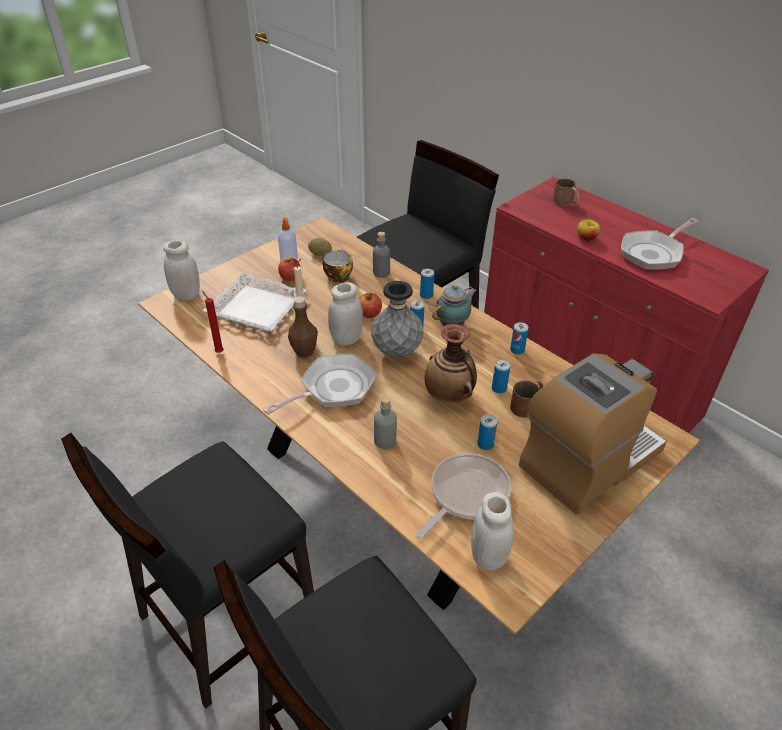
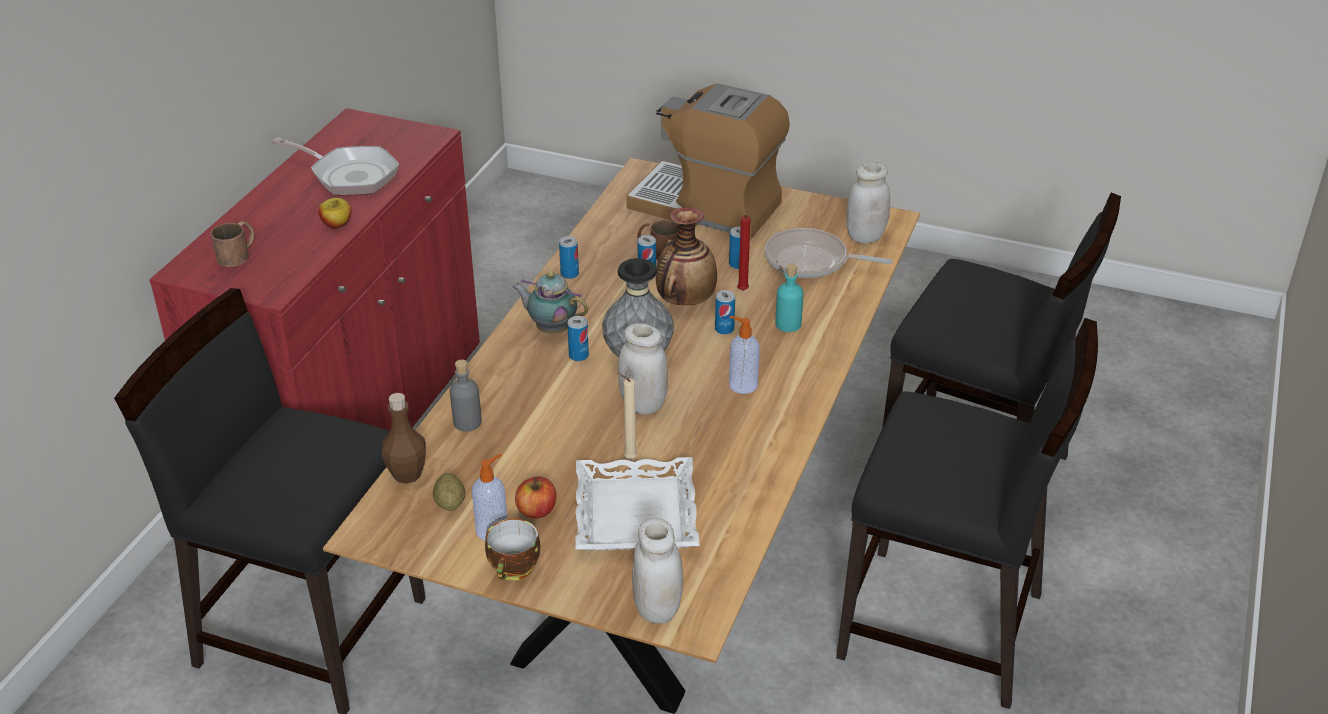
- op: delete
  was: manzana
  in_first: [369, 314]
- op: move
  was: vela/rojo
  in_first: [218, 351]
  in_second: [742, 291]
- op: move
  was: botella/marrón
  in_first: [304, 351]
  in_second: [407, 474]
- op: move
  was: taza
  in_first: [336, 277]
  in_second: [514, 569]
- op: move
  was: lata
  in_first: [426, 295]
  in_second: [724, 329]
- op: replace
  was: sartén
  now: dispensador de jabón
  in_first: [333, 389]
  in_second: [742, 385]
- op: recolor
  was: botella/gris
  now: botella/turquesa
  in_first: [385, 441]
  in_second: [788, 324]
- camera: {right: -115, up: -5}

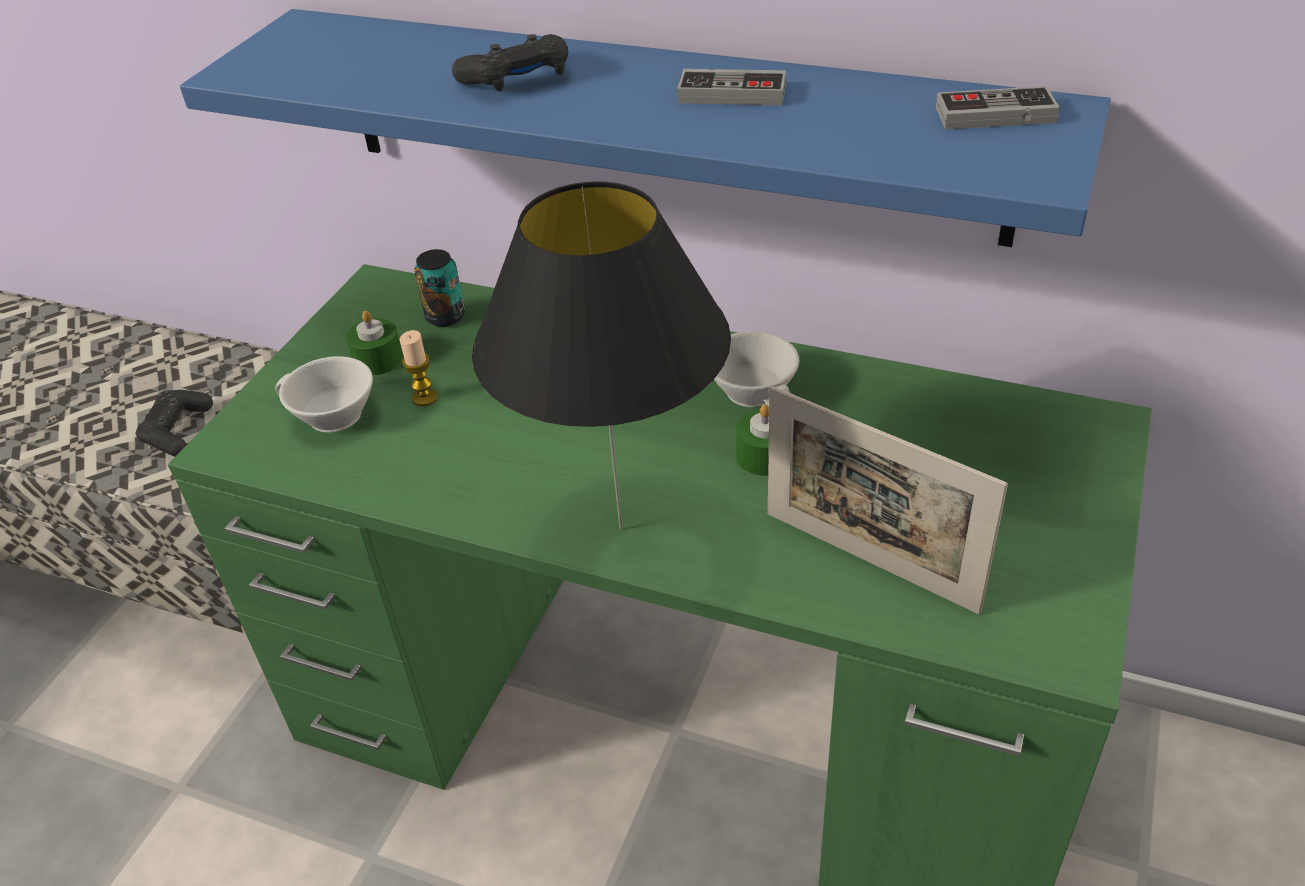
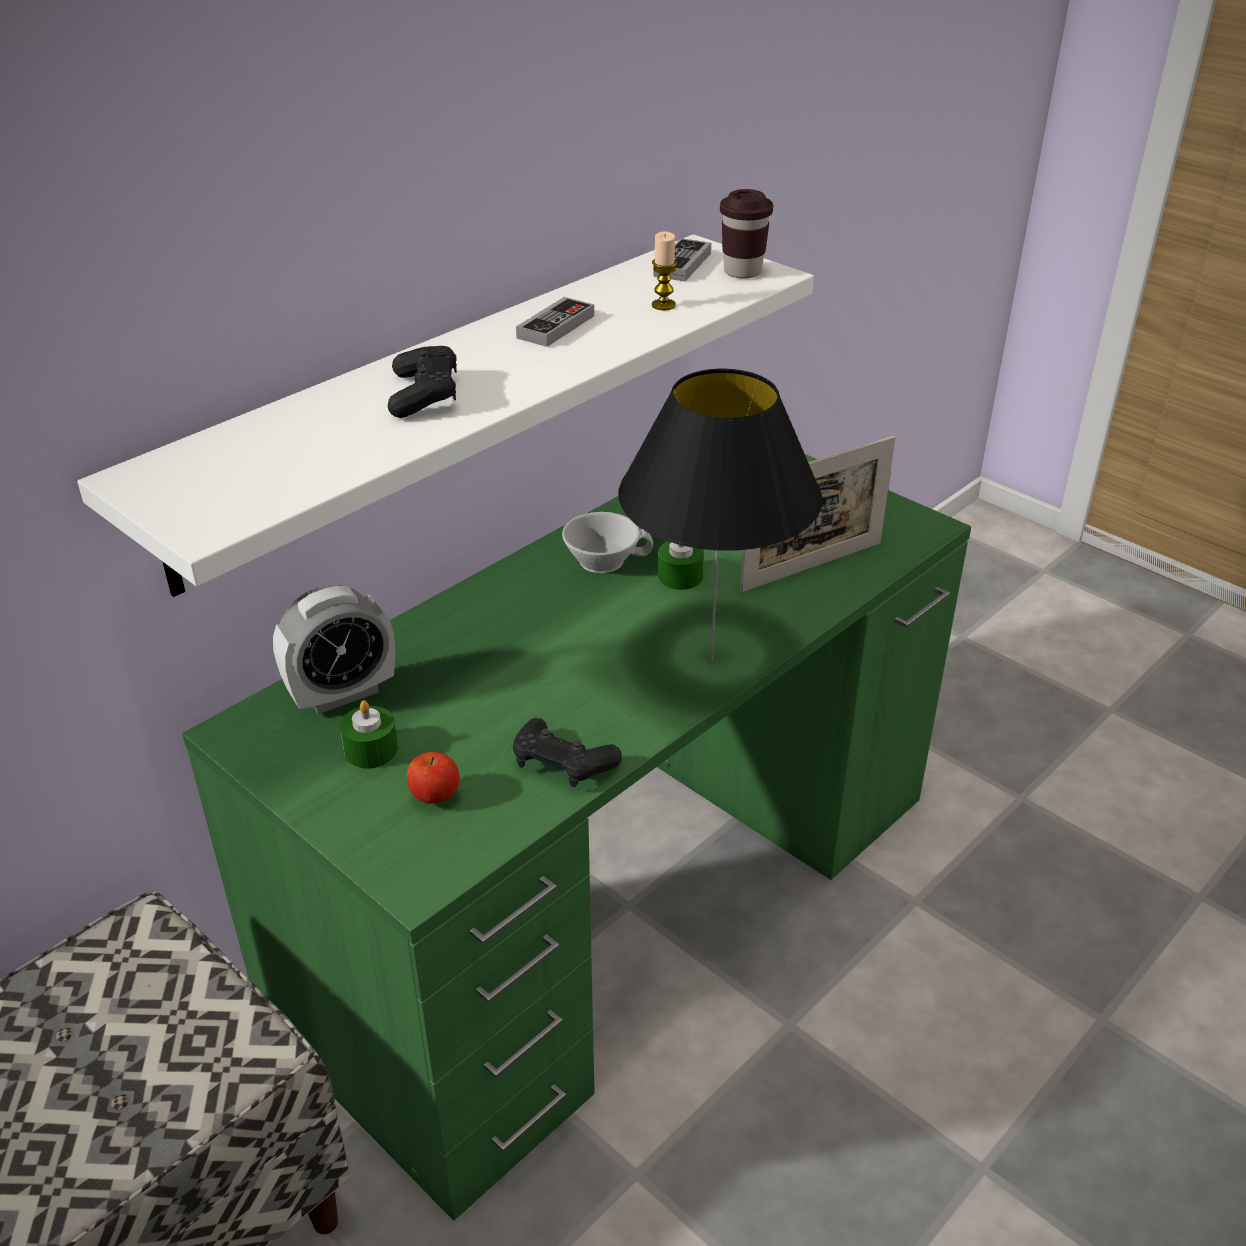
- op: insert
  now: taza/marrón
  in_second: [742, 272]
- op: move
  was: mando de consola/negro
  in_first: [177, 431]
  in_second: [562, 764]
- op: move
  was: vela
  in_first: [424, 398]
  in_second: [663, 305]
- op: replace
  was: taza/blanco
  now: manzana
  in_first: [330, 416]
  in_second: [435, 796]
- op: replace
  was: lata
  now: despertador
  in_first: [445, 316]
  in_second: [342, 694]
- op: recolor
  was: estante/azul
  now: estante/blanco
  in_first: [659, 123]
  in_second: [442, 401]
- camera: {right: -70, up: -5}

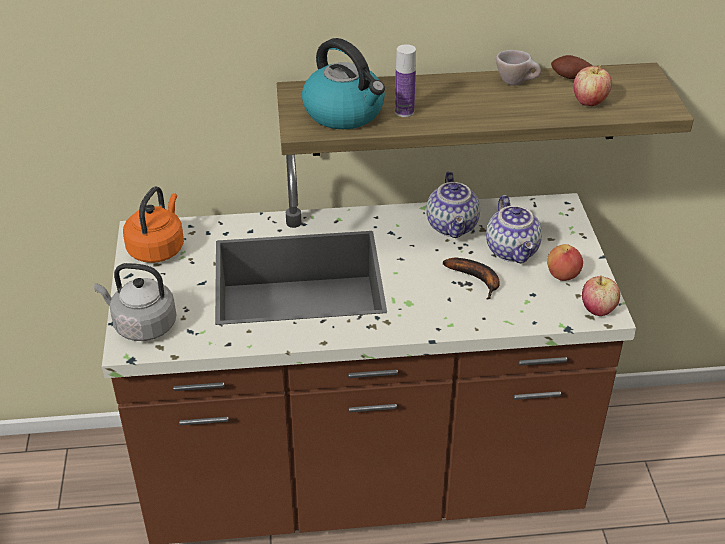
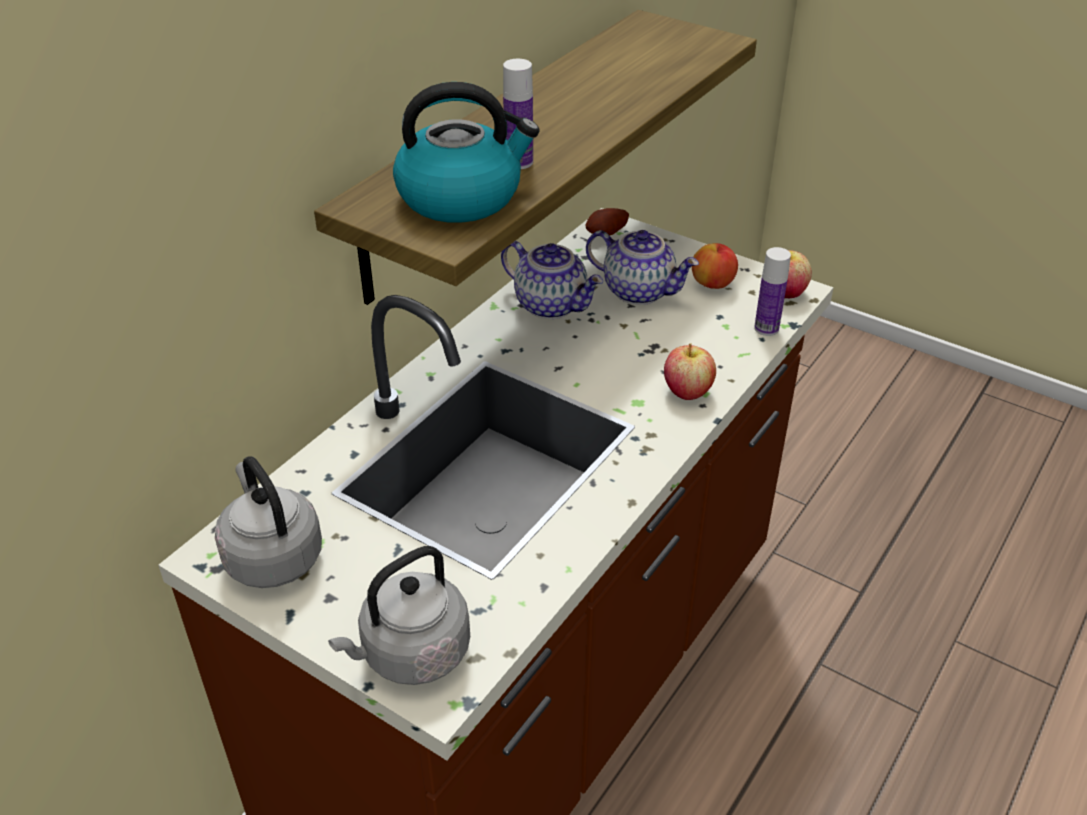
- op: delete
  was: plátano
  in_first: [477, 279]
- op: delete
  was: taza/beis
  in_first: [517, 83]
- op: insert
  now: botella
  in_second: [766, 328]
- op: move
  was: patata
  in_first: [570, 78]
  in_second: [607, 234]
- op: move
  was: manzana
  in_first: [589, 102]
  in_second: [687, 391]
- op: recolor
  was: hervidor/naranja
  now: hervidor/gris
  in_first: [158, 248]
  in_second: [272, 556]
- camera: {right: -50, up: 0}

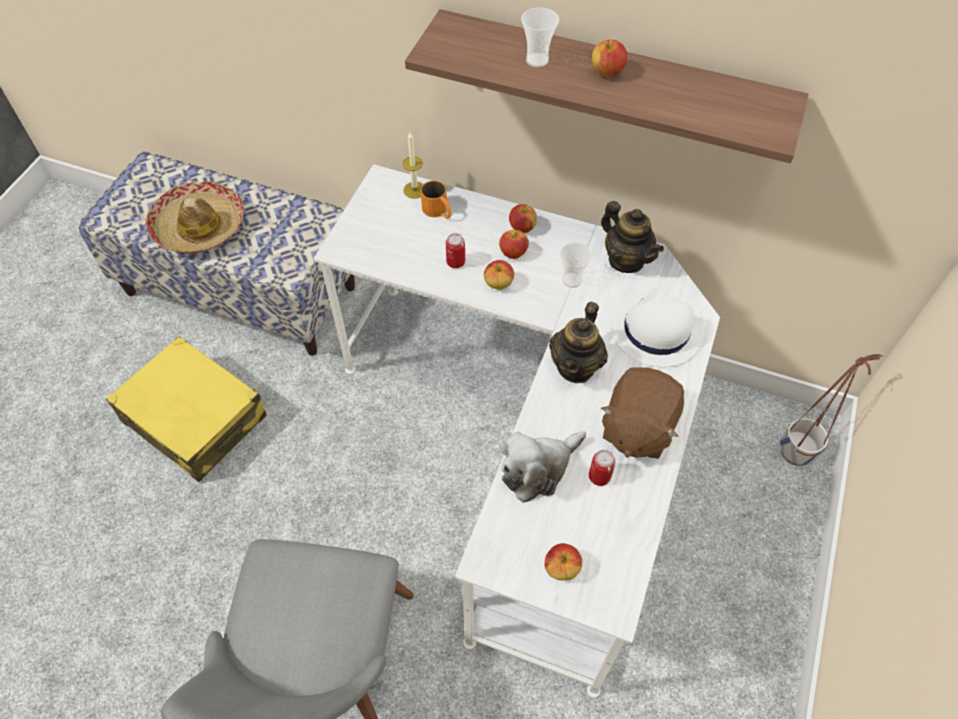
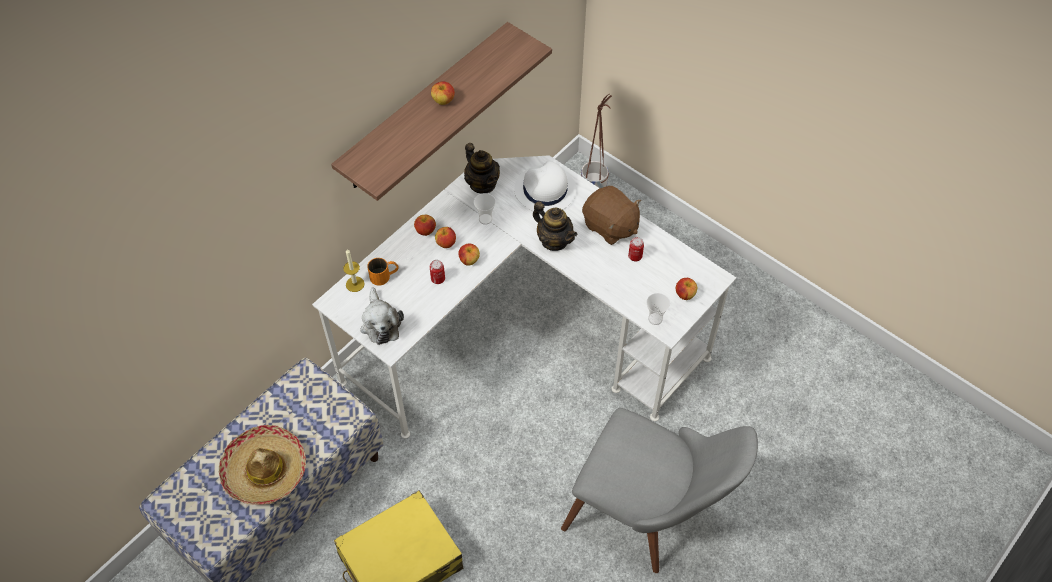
- op: move
  was: peluche
  in_first: [538, 469]
  in_second: [380, 323]
- op: move
  was: taza
  in_first: [537, 60]
  in_second: [655, 319]
- op: rotate
  was: tetera
  in_first: [626, 260]
  in_second: [482, 184]
  clockwise: 75
- camera: {right: -70, up: 0}

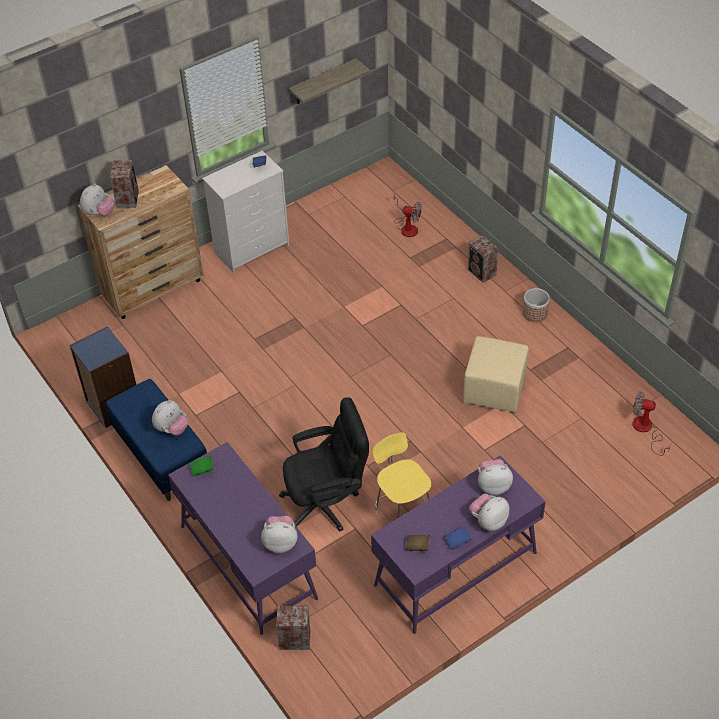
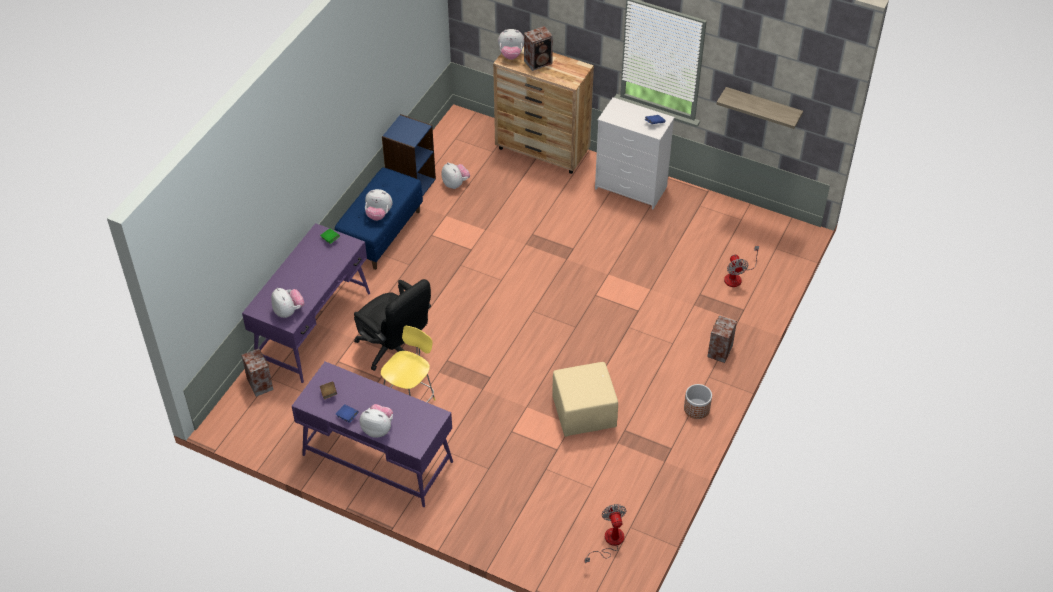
- op: move
  was: peluche
  in_first: [493, 485]
  in_second: [455, 184]
- camera: {right: 60, up: 0}

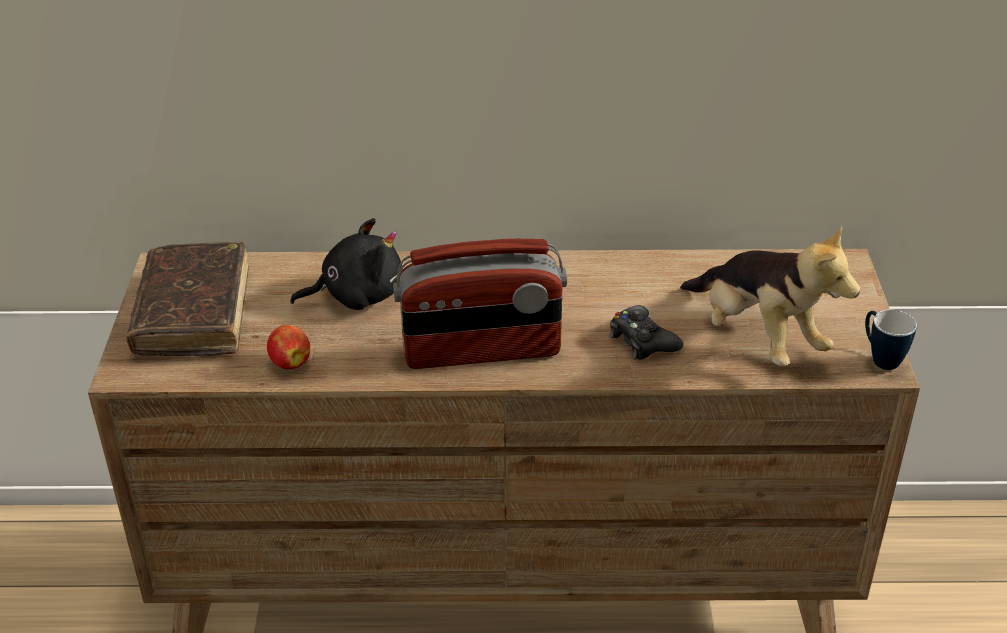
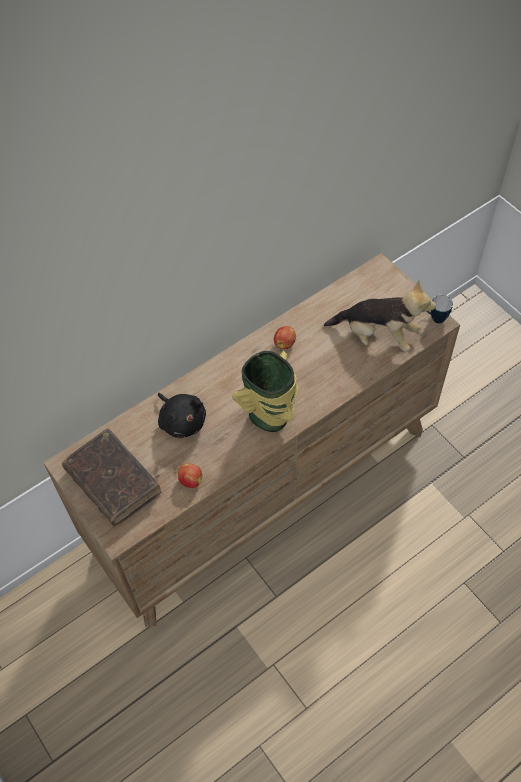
- op: delete
  was: mando de consola/negro
  in_first: [642, 341]
- op: insert
  now: manzana
  in_second: [285, 343]
- op: replace
  was: radio
  now: florero
  in_first: [481, 351]
  in_second: [270, 418]
- op: rotate
  was: peluche/negro
  in_first: [357, 295]
  in_second: [182, 421]
  clockwise: 105
- camera: {right: -35, up: 20}

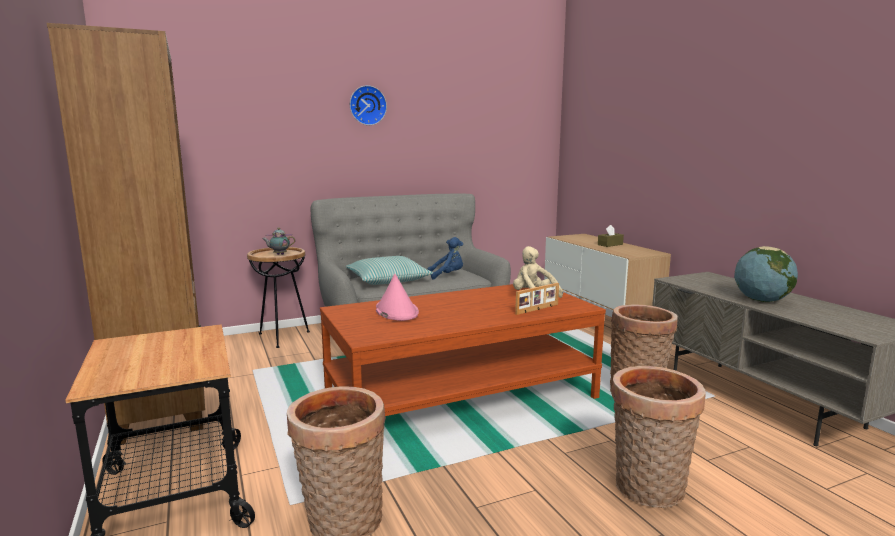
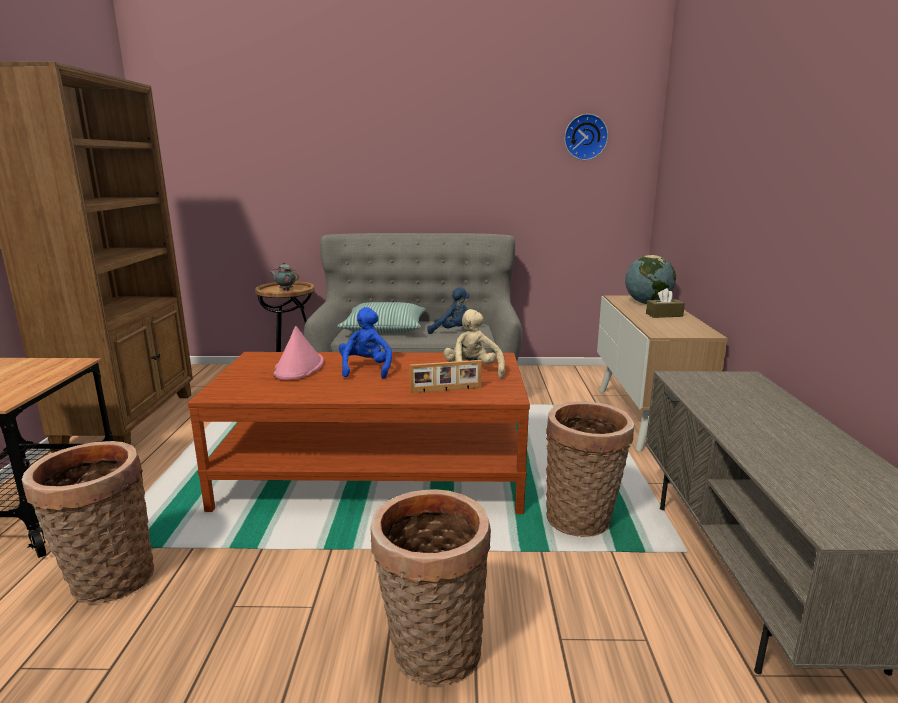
- op: insert
  now: peluche/azul
  in_second: [366, 369]
- op: move
  was: reloj de pared
  in_first: [367, 105]
  in_second: [585, 137]
- op: move
  was: globo terráqueo
  in_first: [761, 300]
  in_second: [647, 303]
- camera: {right: 25, up: 5}

